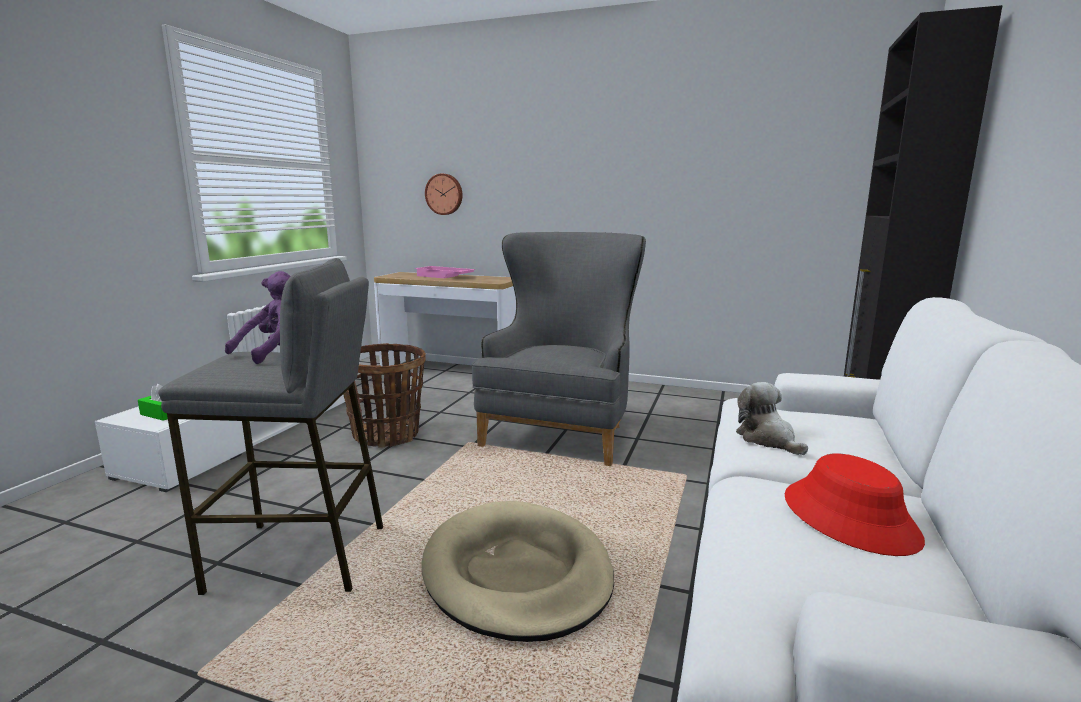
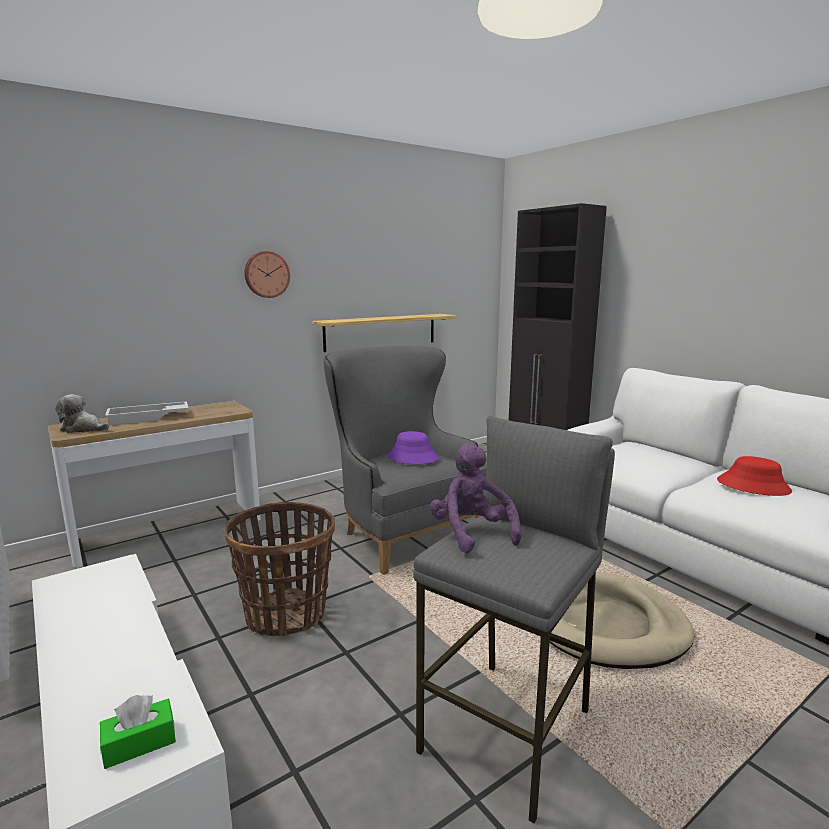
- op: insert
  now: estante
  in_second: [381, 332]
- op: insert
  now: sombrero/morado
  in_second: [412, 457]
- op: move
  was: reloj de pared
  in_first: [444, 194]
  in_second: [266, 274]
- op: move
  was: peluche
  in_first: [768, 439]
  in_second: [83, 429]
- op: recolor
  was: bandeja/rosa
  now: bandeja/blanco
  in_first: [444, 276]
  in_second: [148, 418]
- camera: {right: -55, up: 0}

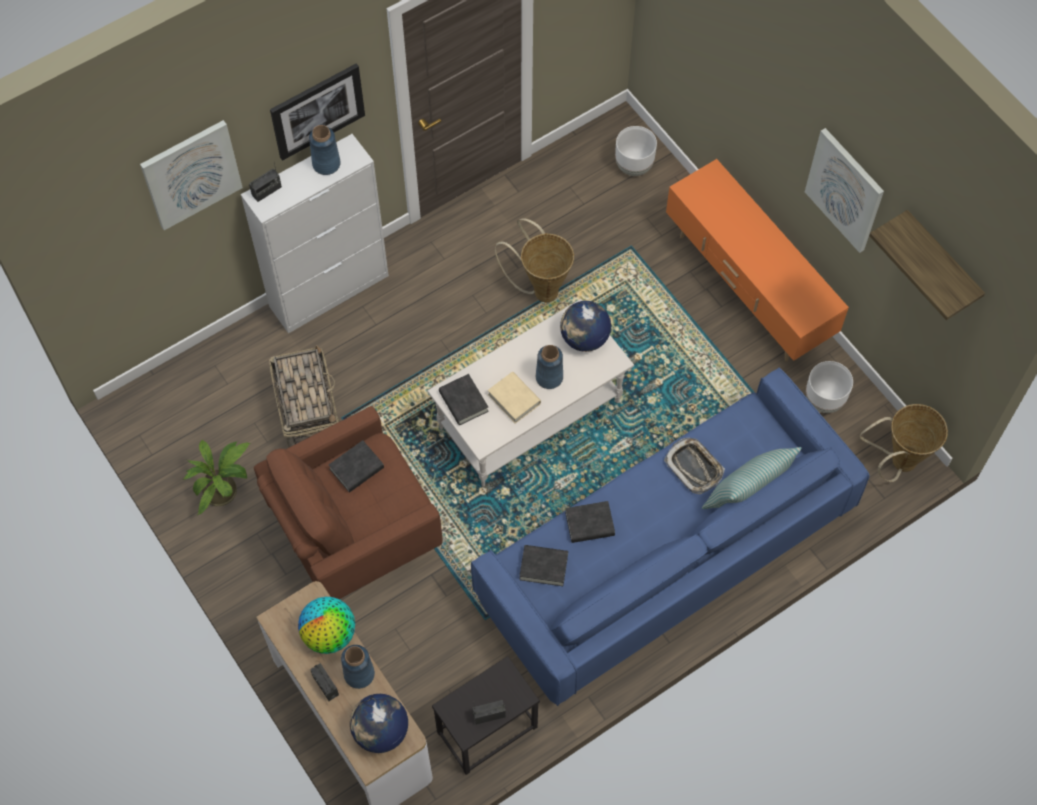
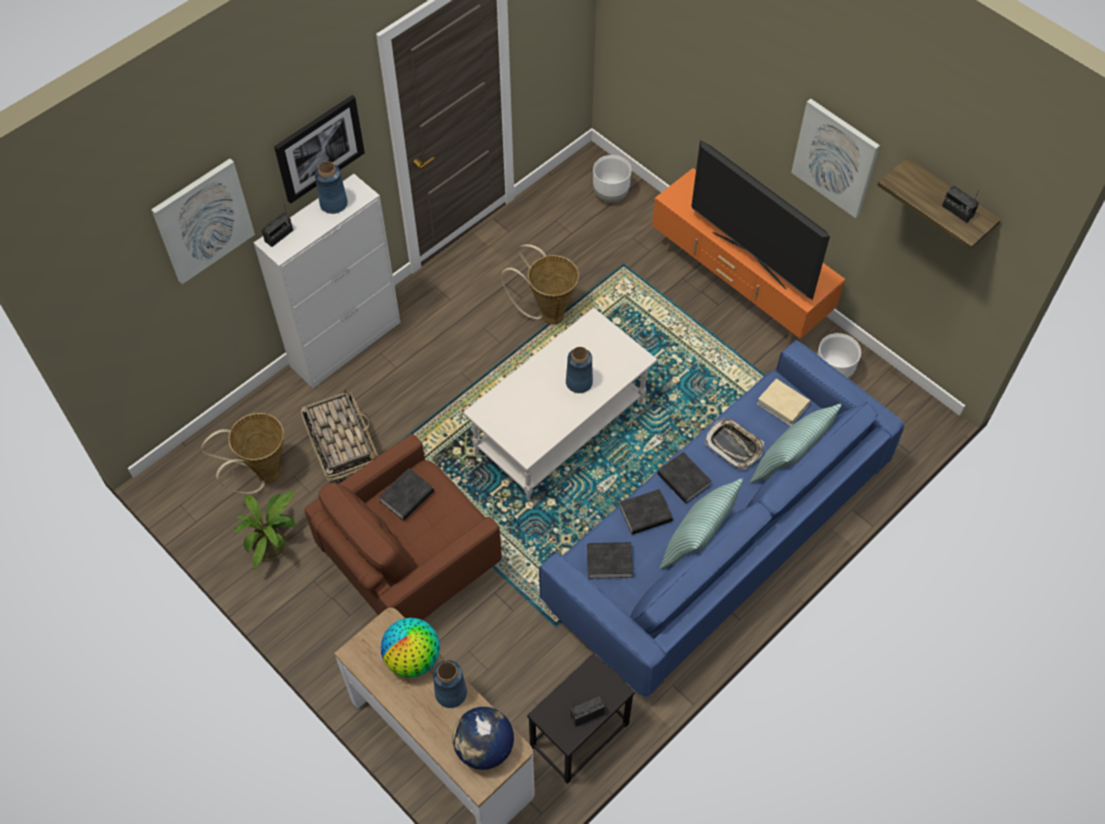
- op: delete
  was: globo terráqueo
  in_first: [584, 338]
- op: insert
  now: cojín
  in_second: [696, 543]
- op: insert
  now: televisor
  in_second: [749, 259]
- op: move
  was: radio
  in_first: [325, 685]
  in_second: [957, 211]
- op: move
  was: libro/negro
  in_first: [463, 402]
  in_second: [683, 480]
- op: move
  was: libro/beis
  in_first: [514, 399]
  in_second: [783, 404]
- op: move
  was: cesta
  in_first: [897, 463]
  in_second: [263, 476]
- camera: {right: -10, up: -5}

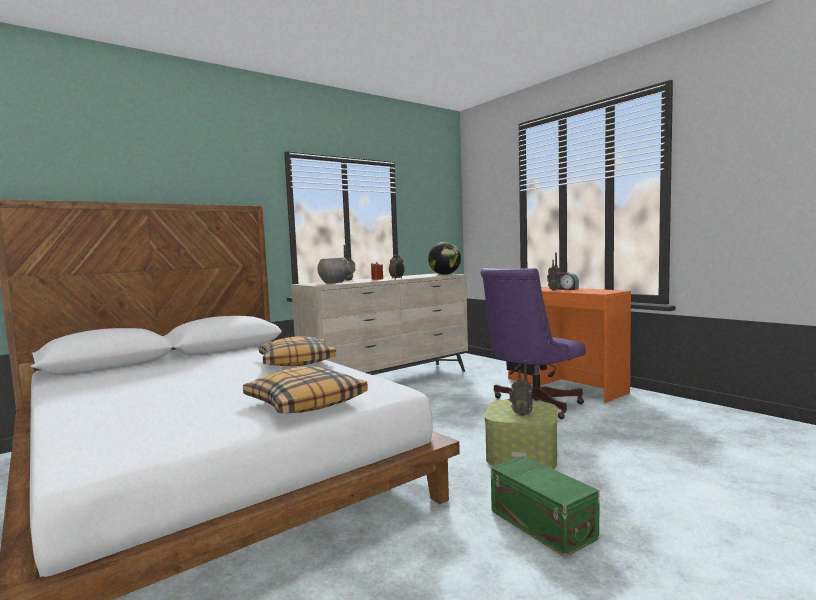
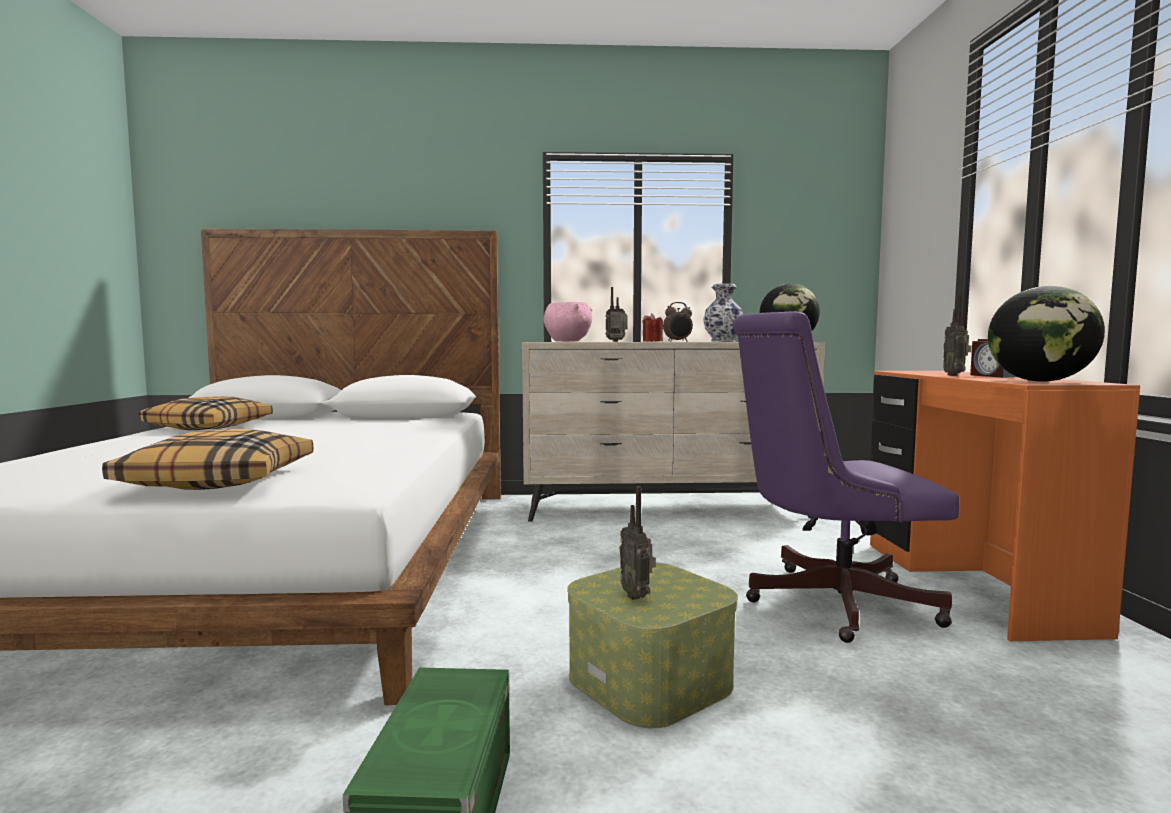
- op: insert
  now: florero
  in_second: [722, 341]
- op: insert
  now: globo terráqueo
  in_second: [1040, 381]
- op: move
  was: cojín
  in_first: [296, 361]
  in_second: [210, 426]
- op: recolor
  was: cuenco/gris
  now: cuenco/rosa
  in_first: [334, 283]
  in_second: [568, 341]
- camera: {right: 35, up: 0}

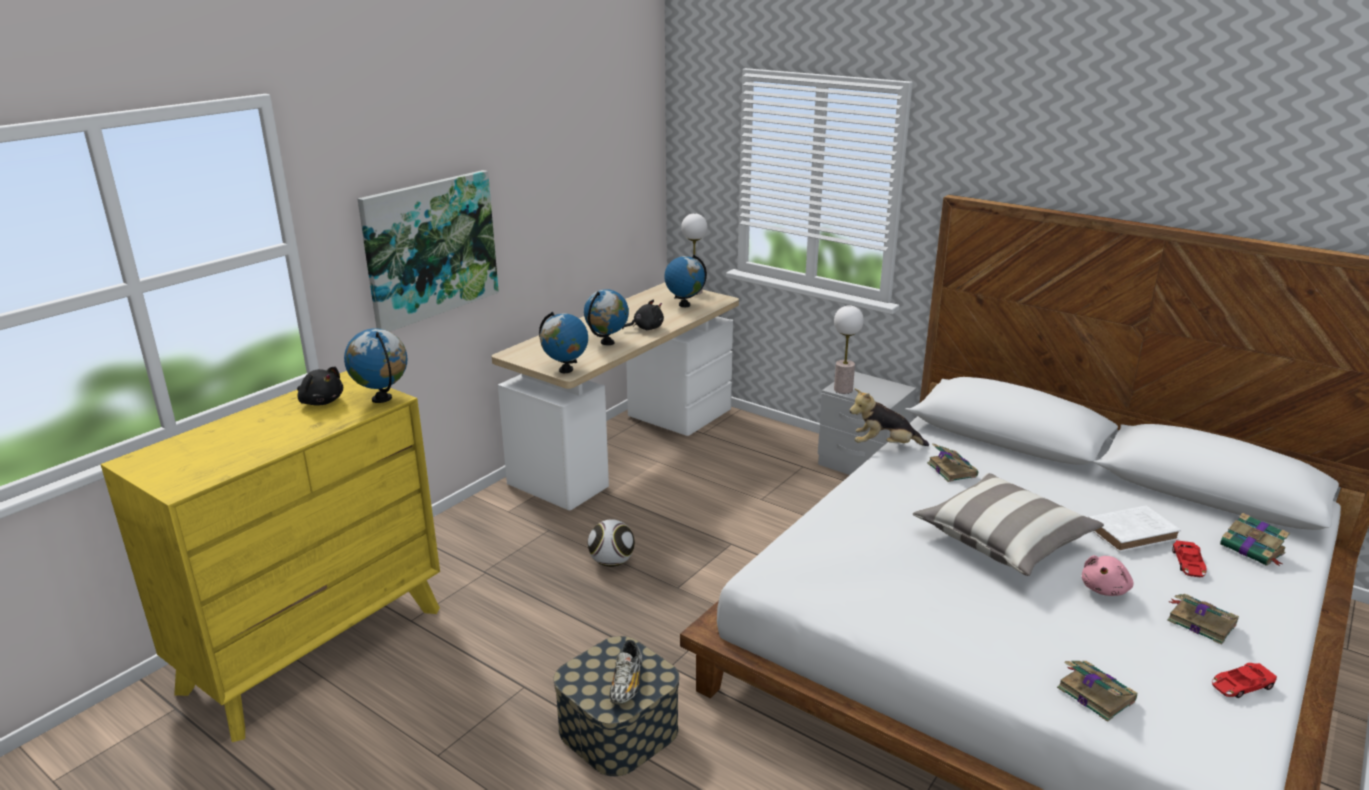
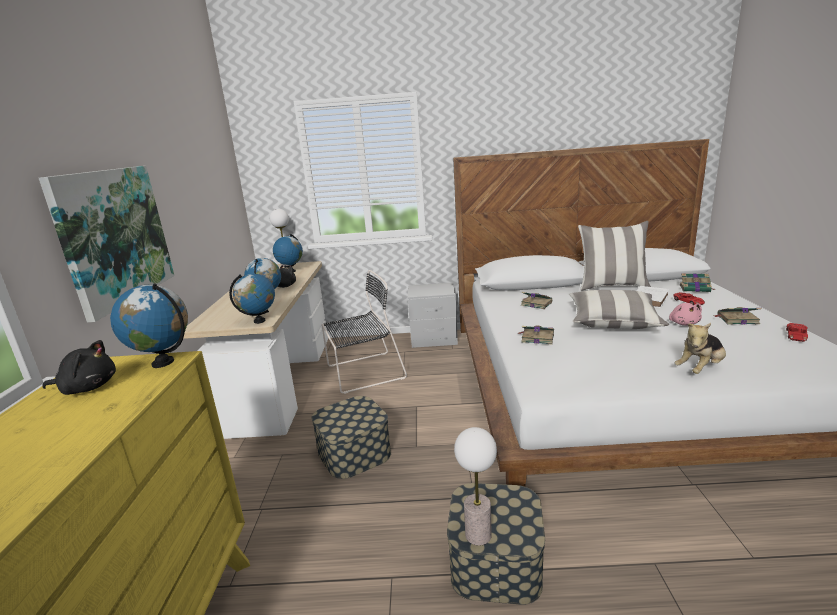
- op: delete
  was: zapato
  in_first: [626, 684]
- op: insert
  now: silla/negro
  in_second: [363, 372]
- op: insert
  now: cojín
  in_second: [612, 286]
- op: move
  was: lámpara de mesa
  in_first: [843, 389]
  in_second: [478, 534]
- op: move
  was: peluche
  in_first: [884, 446]
  in_second: [700, 369]
- op: move
  was: libro
  in_first: [1094, 693]
  in_second: [536, 338]
- op: replace
  was: balón de fútbol
  now: caja de almacenaje
  in_first: [612, 562]
  in_second: [354, 452]
- camera: {right: -35, up: -5}

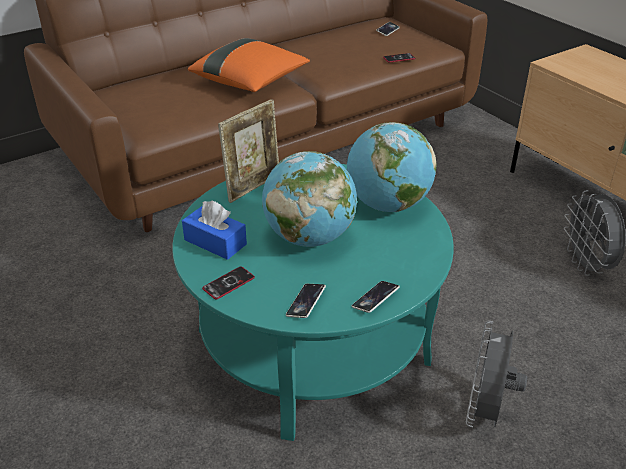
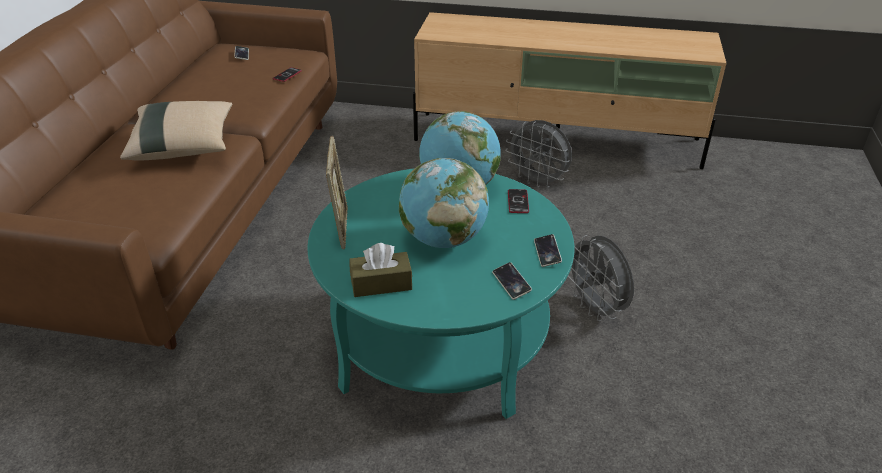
- op: move
  was: móvil
  in_first: [228, 283]
  in_second: [518, 202]
- op: recolor
  was: caja de pañuelos/azul
  now: caja de pañuelos/marrón
  in_first: [215, 242]
  in_second: [381, 284]
- op: recolor
  was: cojín/naranja
  now: cojín/beis
  in_first: [250, 82]
  in_second: [184, 147]
- camera: {right: -45, up: 0}

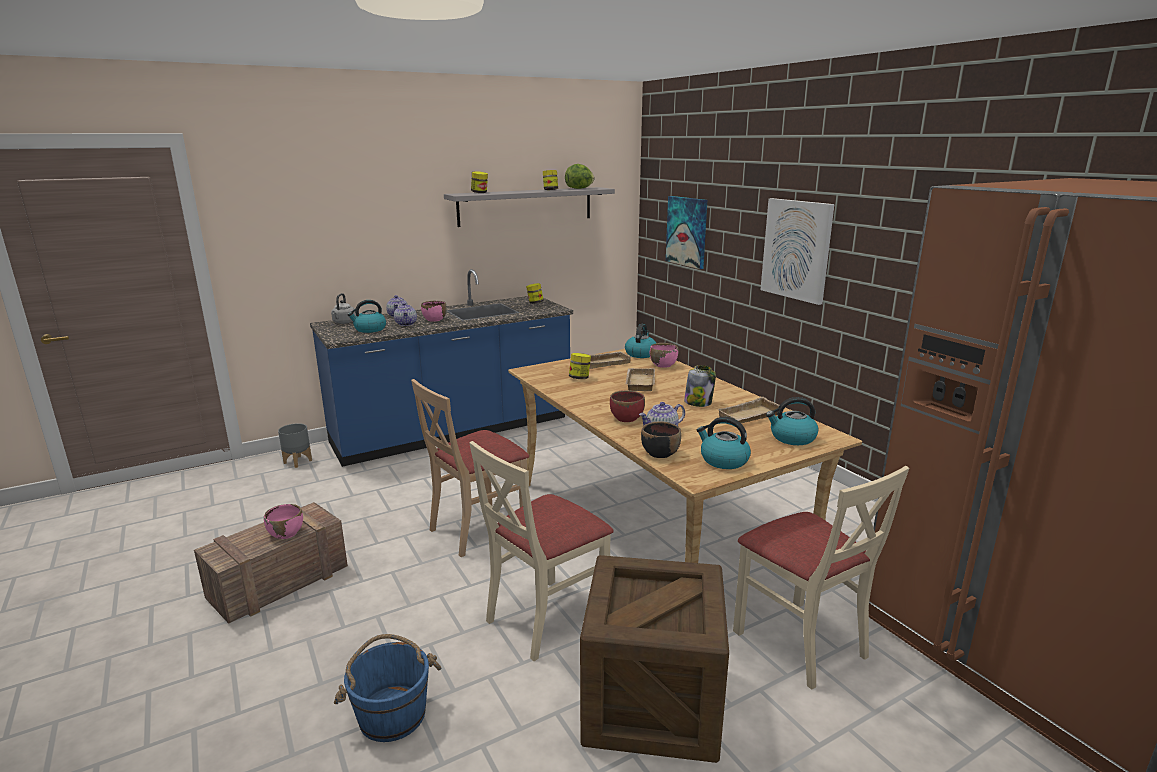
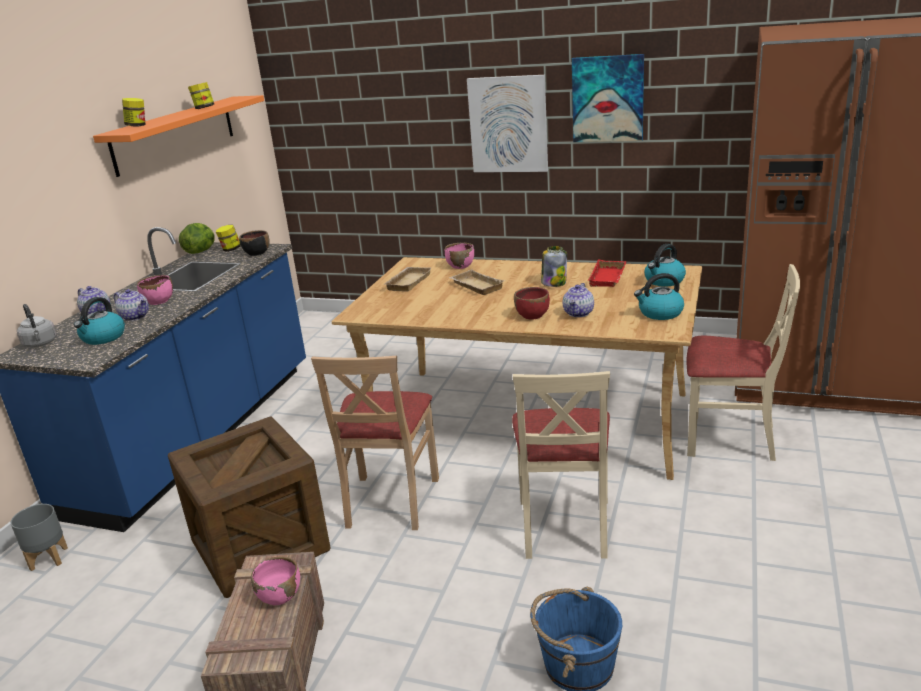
- op: delete
  was: tarro
  in_first: [579, 378]
- op: delete
  was: hervidor
  in_first: [640, 354]
- op: move
  was: lechuga
  in_first: [579, 188]
  in_second: [201, 251]
- op: move
  was: caja de embalaje
  in_first: [651, 703]
  in_second: [260, 546]
- op: move
  was: cuenco/negro
  in_first: [660, 453]
  in_second: [257, 253]
- op: move
  was: cuadro
  in_first: [687, 231]
  in_second: [608, 99]
- op: recolor
  was: estante/gris
  now: estante/naranja
  in_first: [526, 206]
  in_second: [175, 134]
- op: recolor
  was: bandeja/beis
  now: bandeja/rojo
  in_first: [750, 416]
  in_second: [609, 278]
- camera: {right: -40, up: 5}

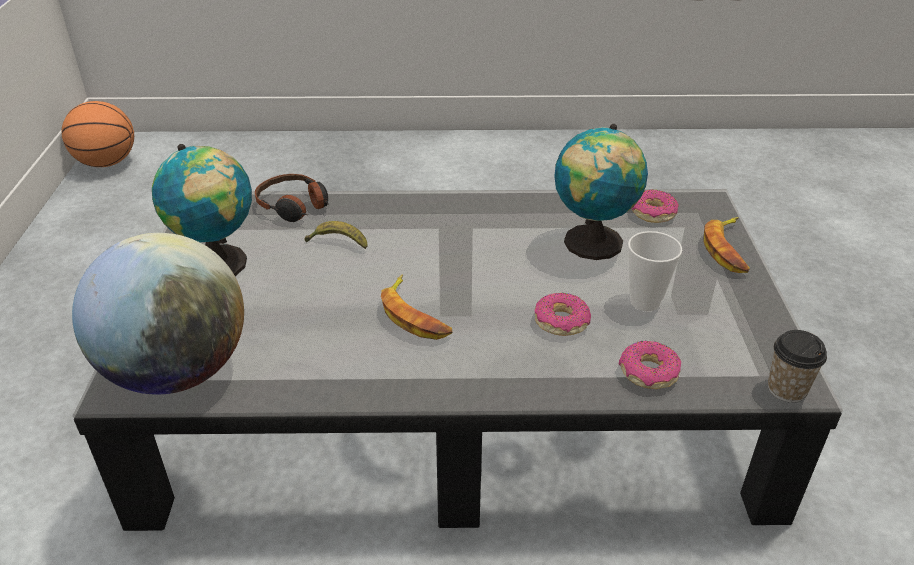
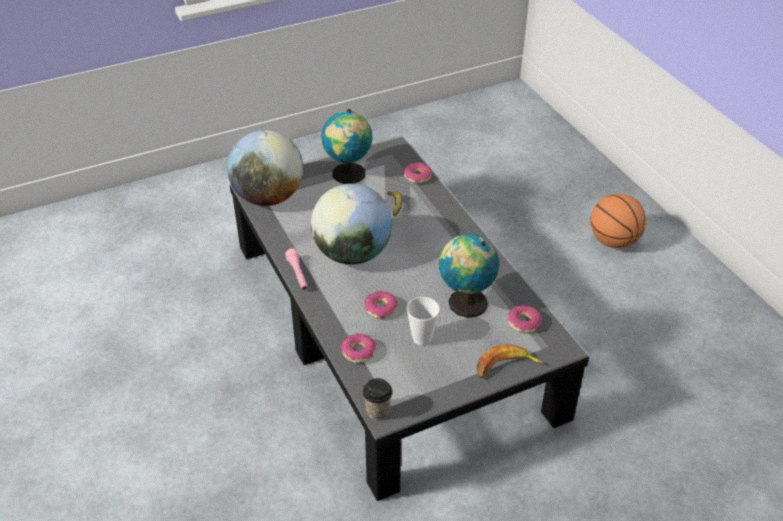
- op: insert
  now: linterna/rosa
  in_second: [298, 275]
- op: move
  was: balón de baloncesto
  in_first: [107, 163]
  in_second: [613, 241]
- op: replace
  was: auriculares
  now: rosquilla
  in_first: [294, 206]
  in_second: [417, 177]
- op: replace
  was: plátano
  now: globo terráqueo
  in_first: [415, 315]
  in_second: [352, 254]
- camera: {right: 65, up: 5}

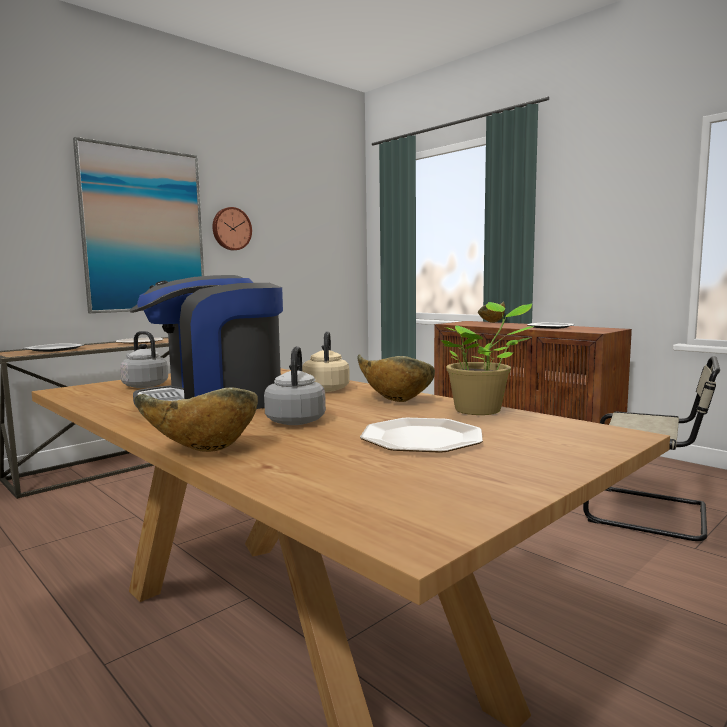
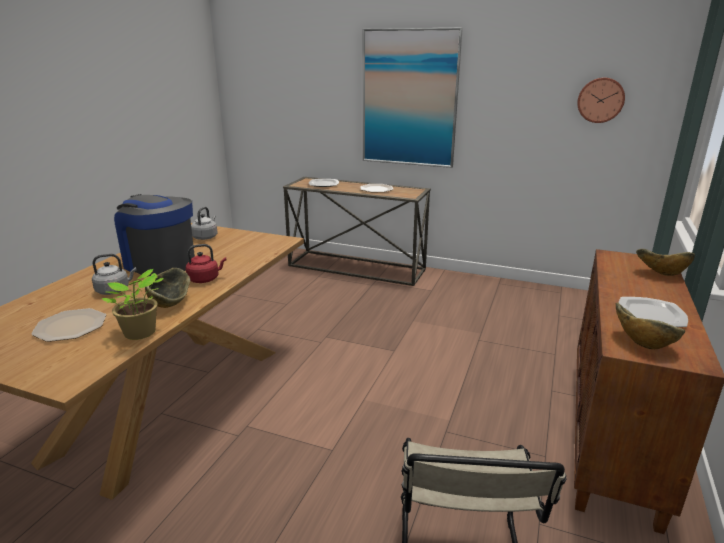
- op: move
  was: cuenco
  in_first: [202, 450]
  in_second: [642, 343]
- op: move
  was: reloj de pared
  in_first: [231, 229]
  in_second: [600, 100]
- op: recolor
  was: hervidor/beis
  now: hervidor/rojo
  in_first: [326, 389]
  in_second: [205, 279]
- camera: {right: 65, up: 15}

